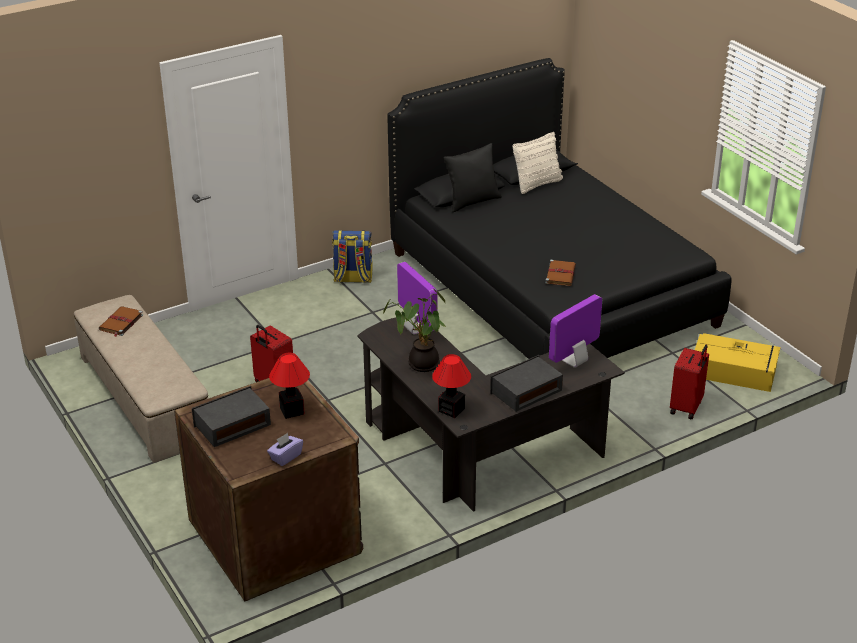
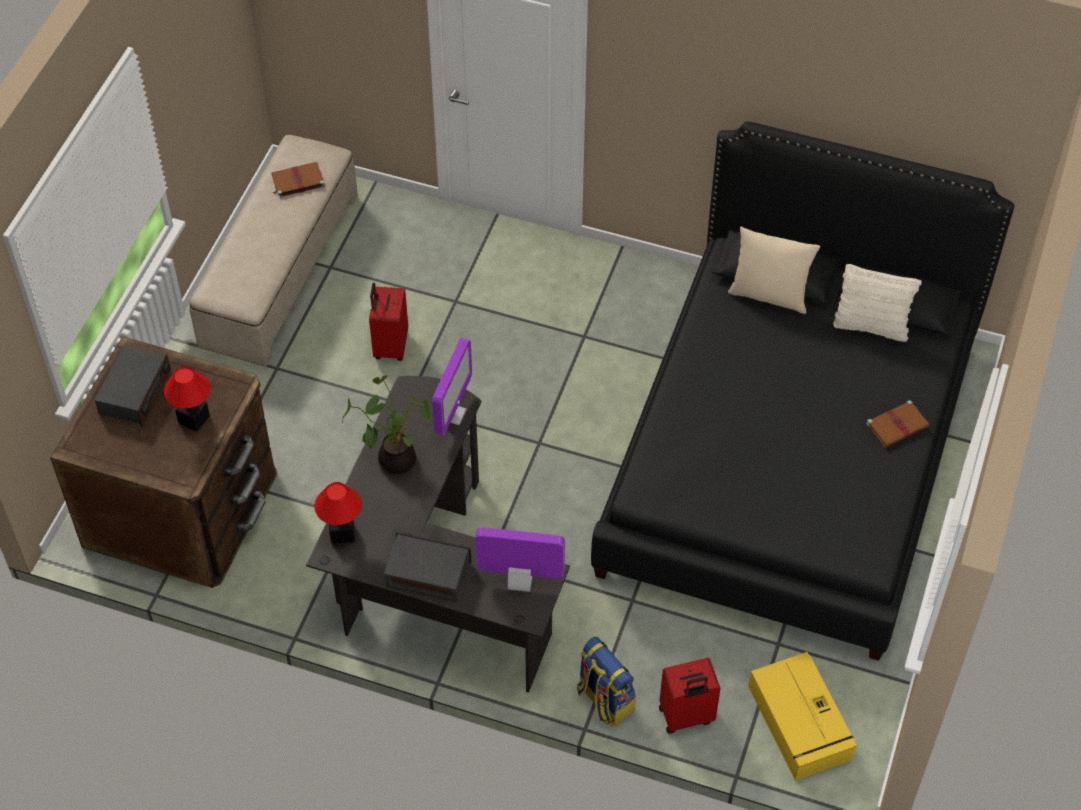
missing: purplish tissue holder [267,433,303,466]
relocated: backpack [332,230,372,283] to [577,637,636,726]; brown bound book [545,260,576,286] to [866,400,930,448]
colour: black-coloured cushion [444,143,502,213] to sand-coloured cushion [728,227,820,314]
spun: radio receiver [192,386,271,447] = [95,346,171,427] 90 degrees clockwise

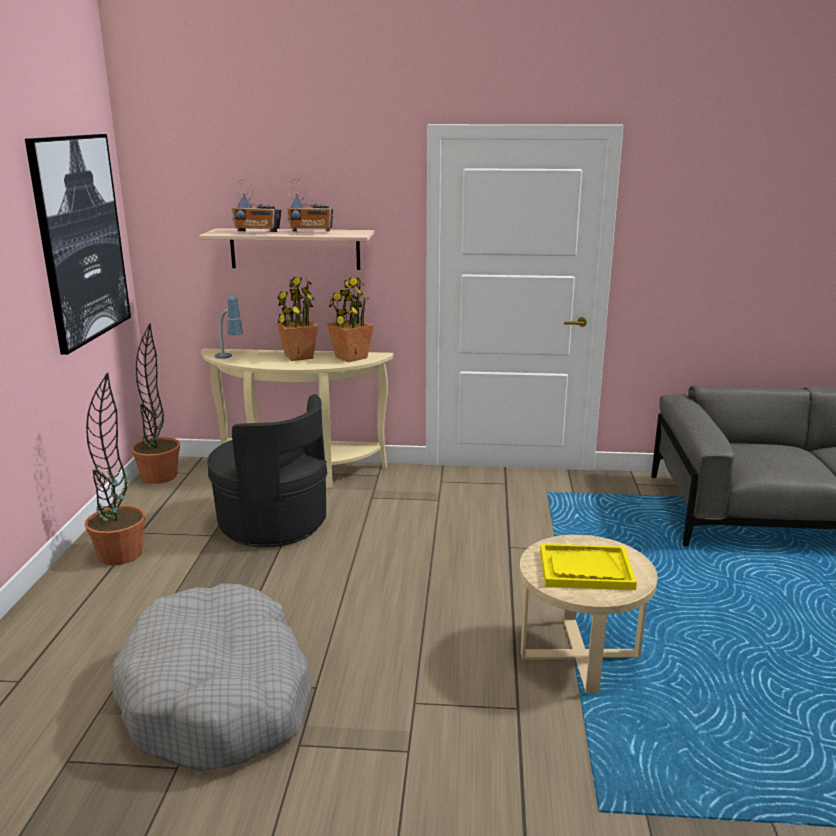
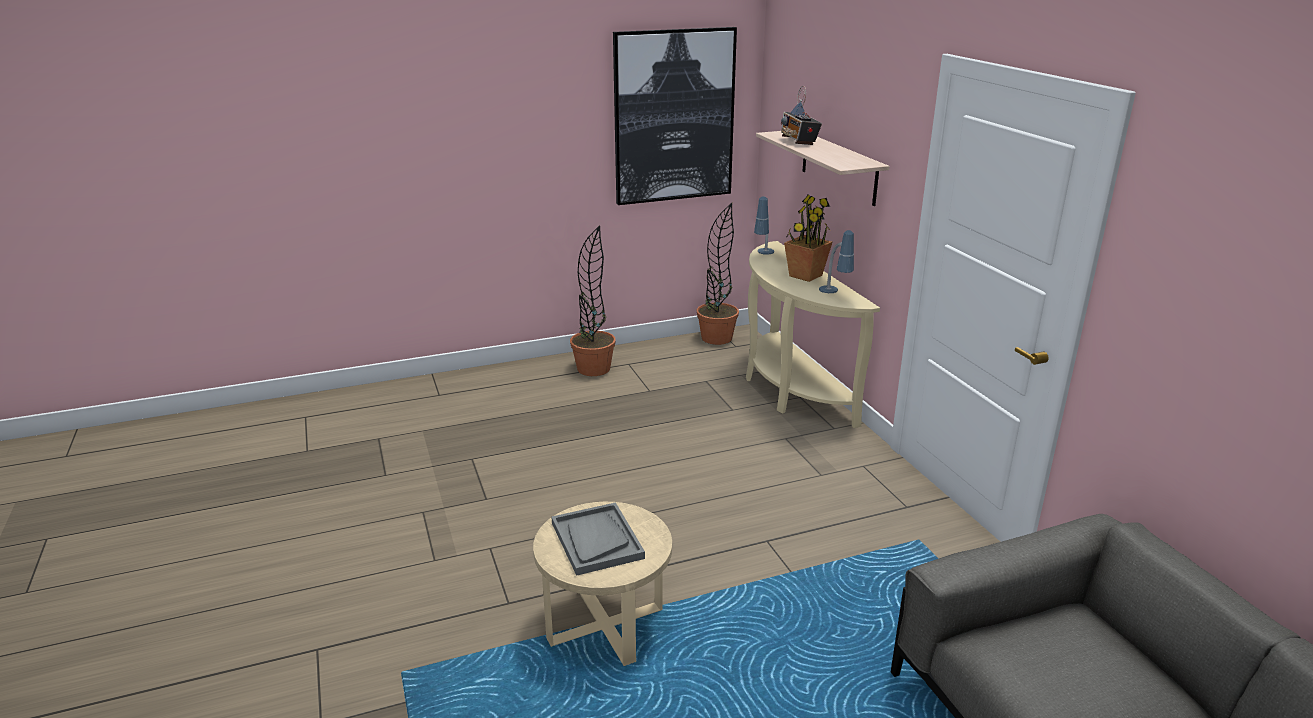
missing: gray pet bed [113,583,312,771]; black-coloured easy chair [207,394,327,547]; radio receiver [286,179,334,232]
exchanged: plant in a pot [327,277,374,362] to table lamp [819,230,854,293]
colour: yellowish serving tray [540,544,637,590] to gray serving tray [552,502,645,576]

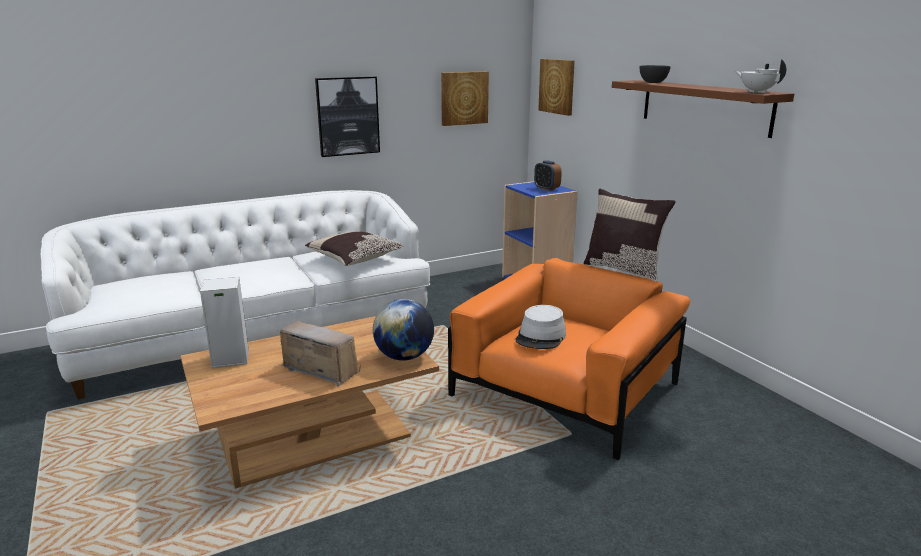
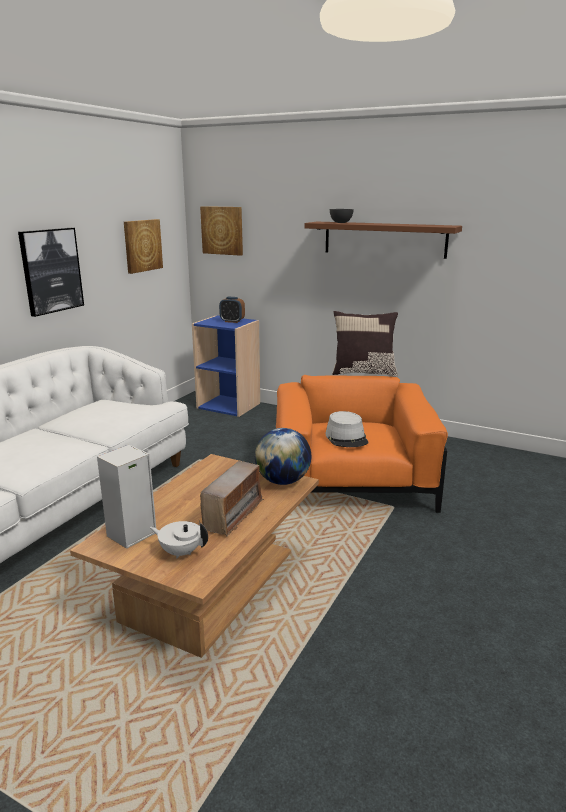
missing: cushion [305,231,404,266]
relocated: white pot for tea [735,59,786,93] to [150,521,208,558]
spun: radio receiver [277,320,361,387] = [198,461,264,537] 120 degrees clockwise

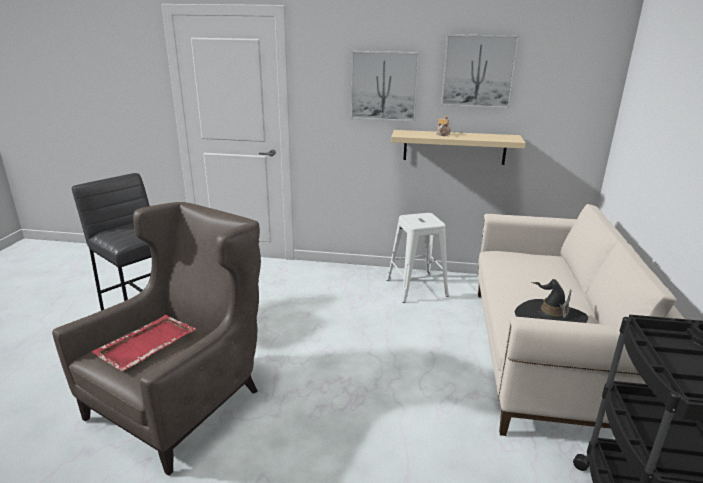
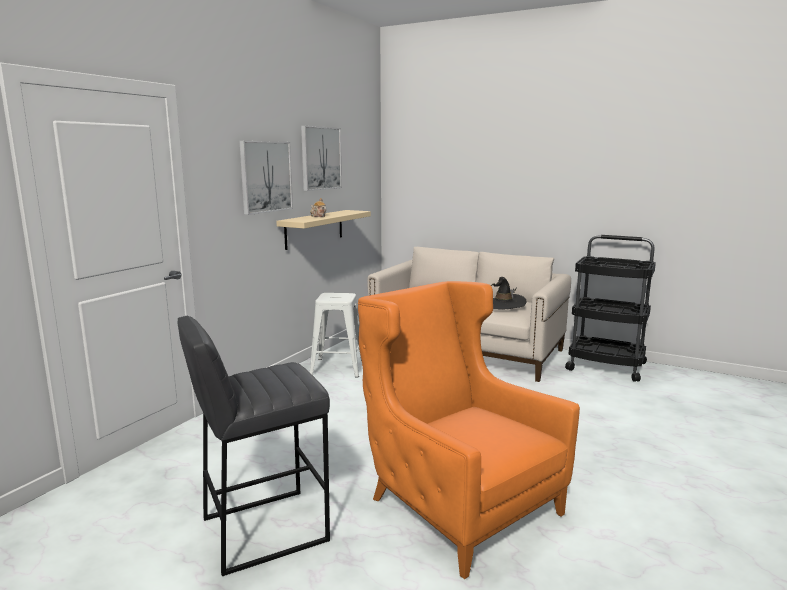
missing: red serving tray [92,315,196,371]
colour: gray easy chair [52,202,261,476] to orange-coloured easy chair [358,281,580,579]

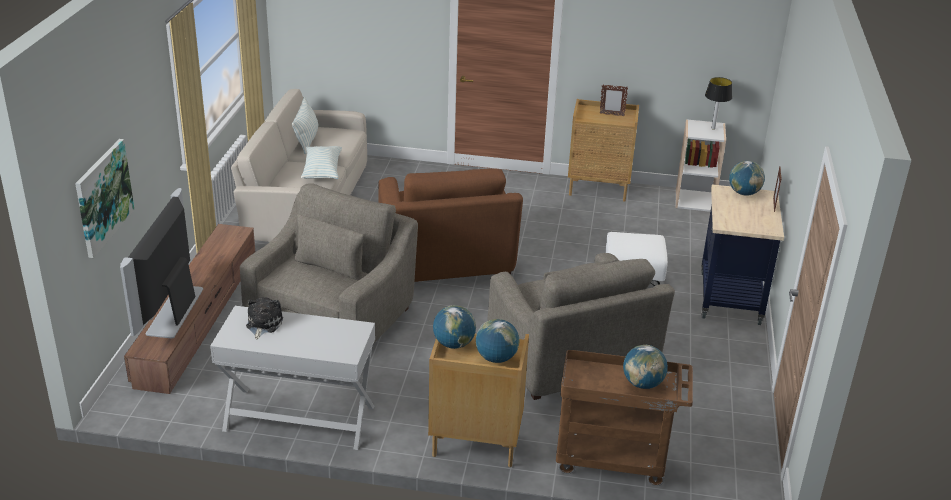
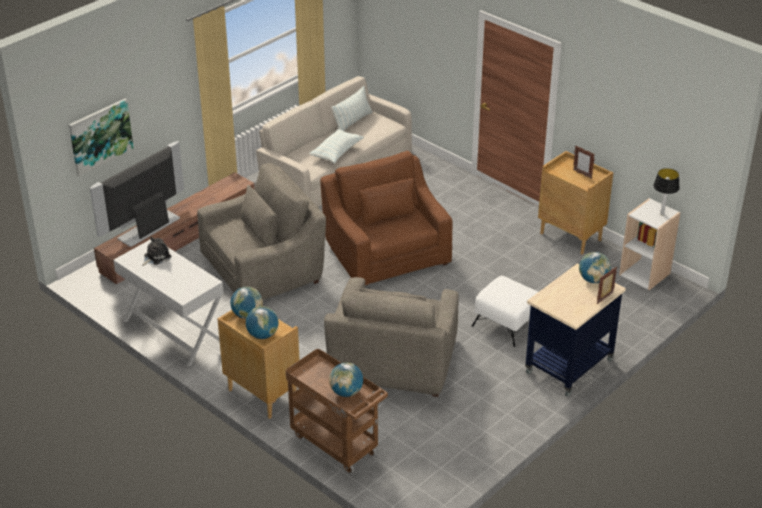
spun: brown easy chair [379,169,523,282] = [320,151,453,285] 135 degrees clockwise

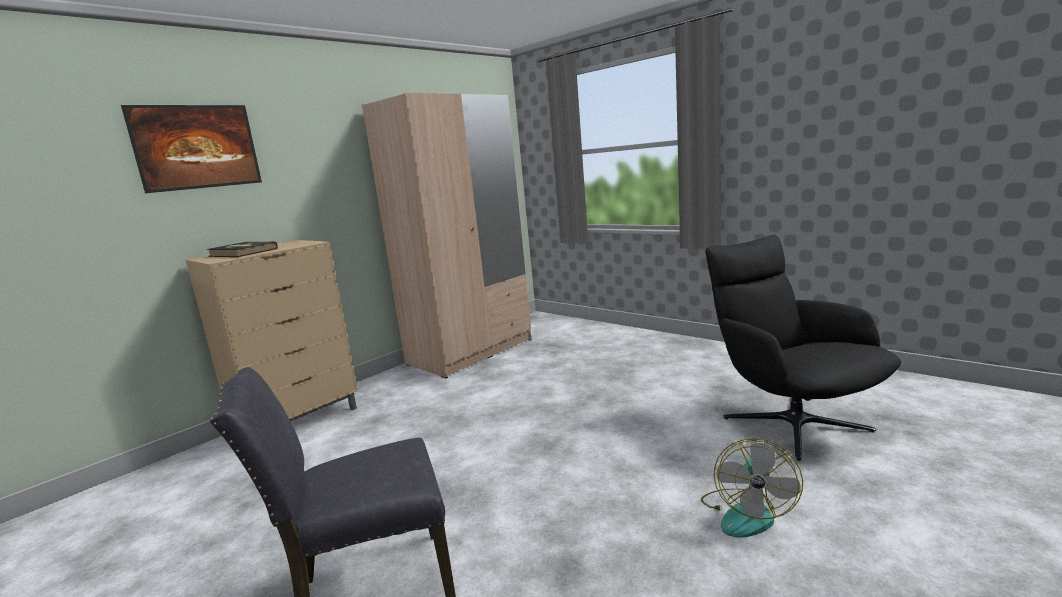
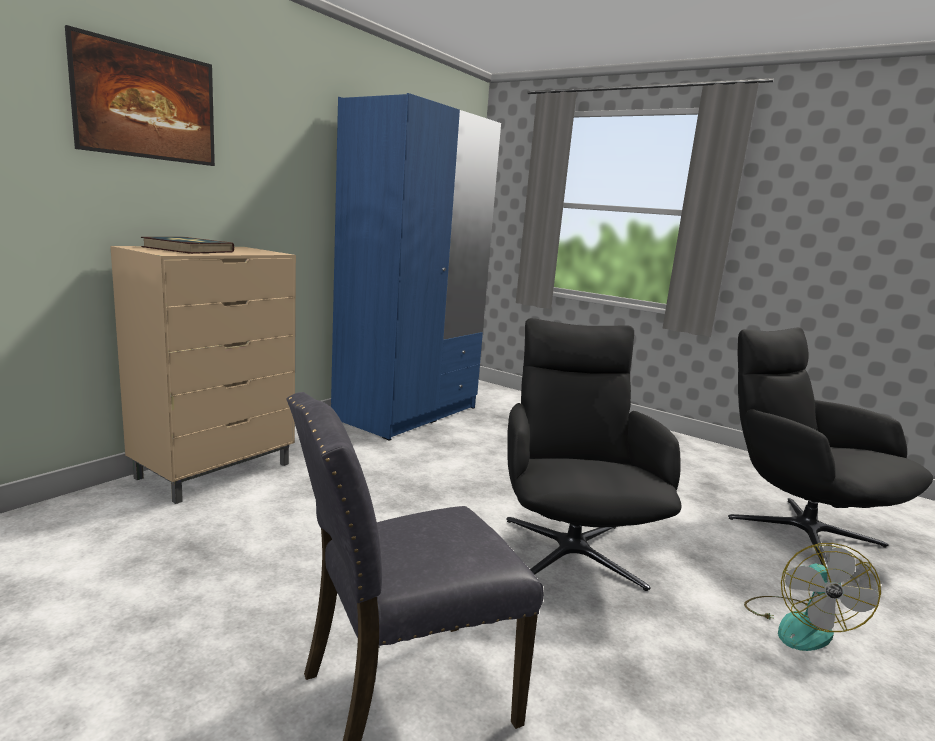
appeared: black-coloured easy chair [506,318,681,591]
colour: sand-coloured armoire [362,92,532,378] to bluish armoire [331,93,501,441]

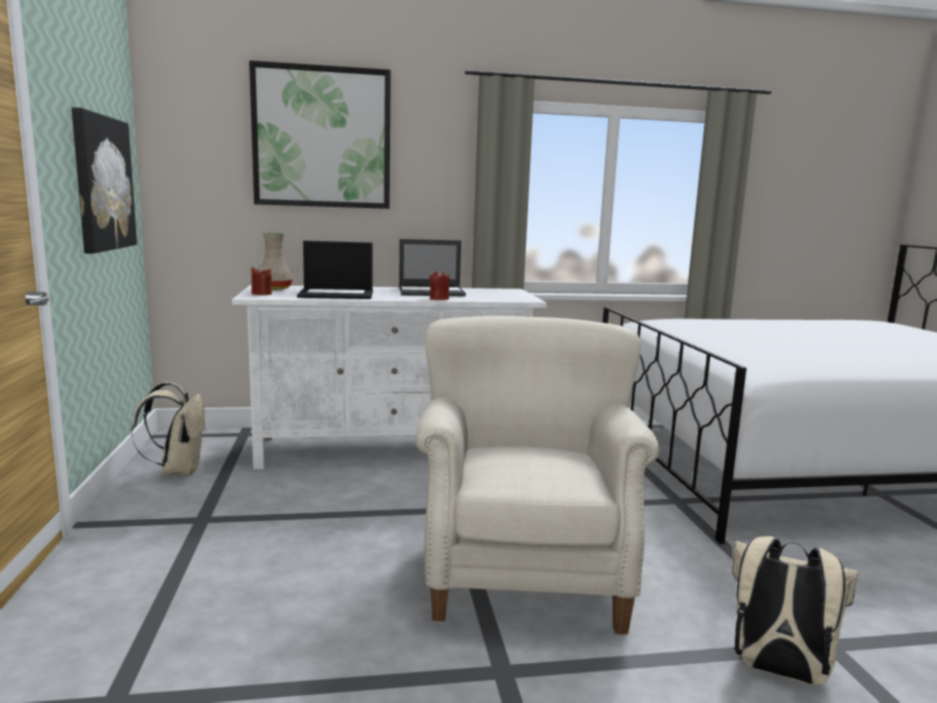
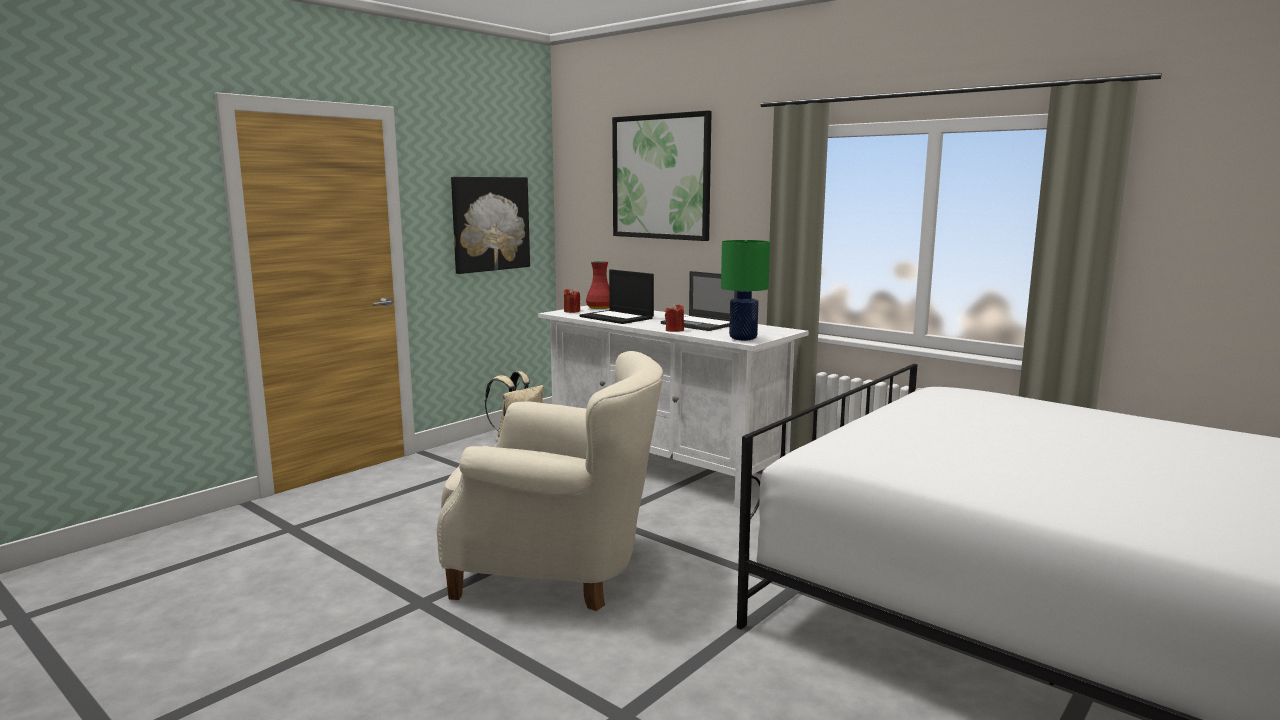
missing: sand-coloured backpack [732,536,858,685]
appeared: green table lamp [721,240,770,341]
colour: sand-coloured flower vase [262,233,293,290] to red flower vase [586,261,610,309]
spun: sand-coloured easy chair [416,316,660,634] = [437,351,663,611] 45 degrees clockwise

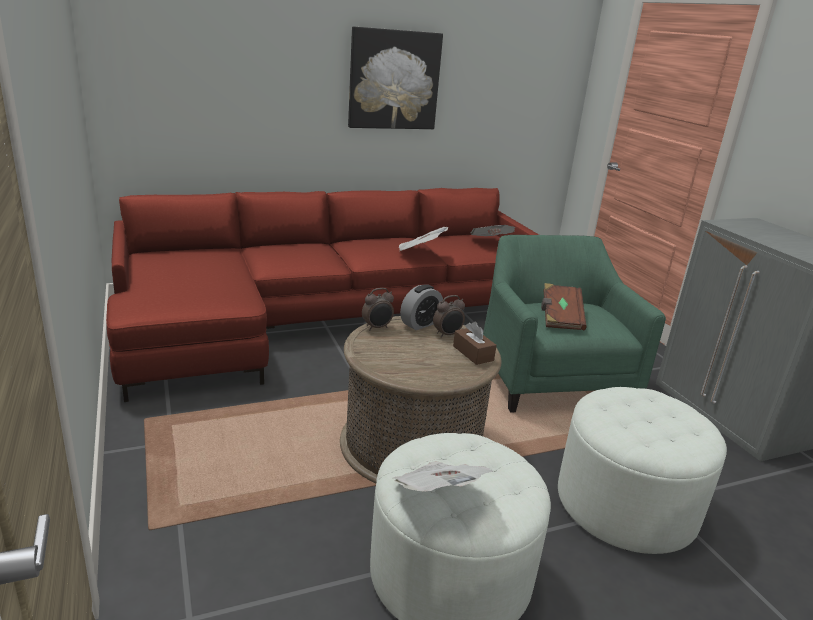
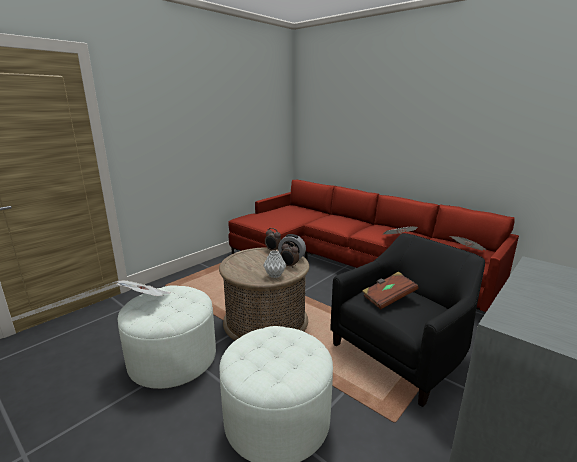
missing: picture [348,26,443,129]
exchanged: brown tissue holder [453,322,497,365] to gray flower vase [263,250,286,278]
colour: green easy chair [483,235,666,412] to black-coloured easy chair [330,233,485,407]

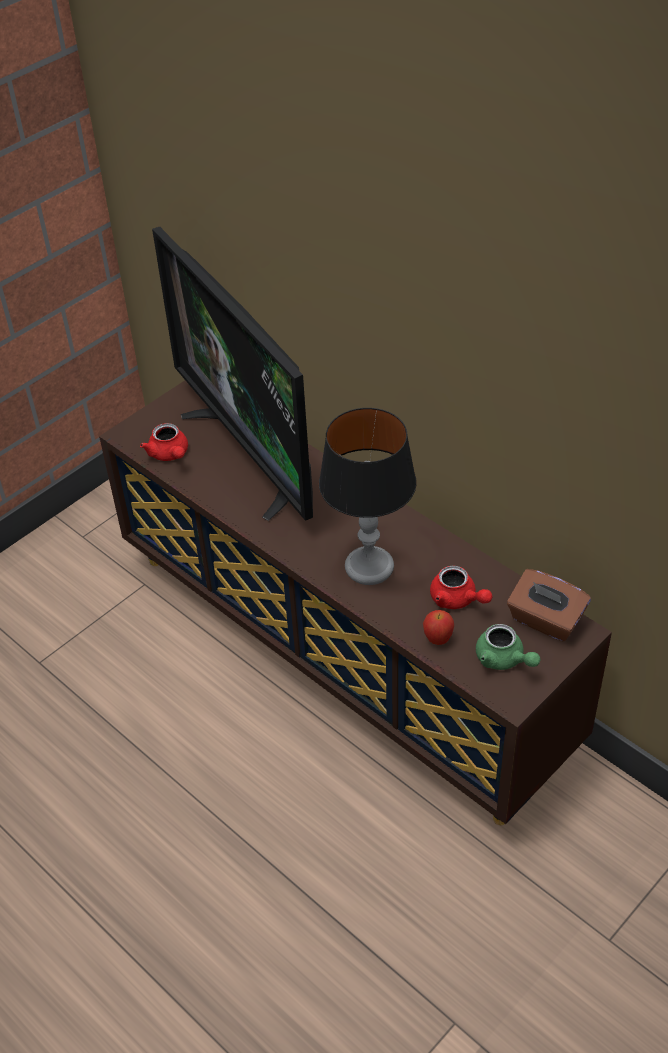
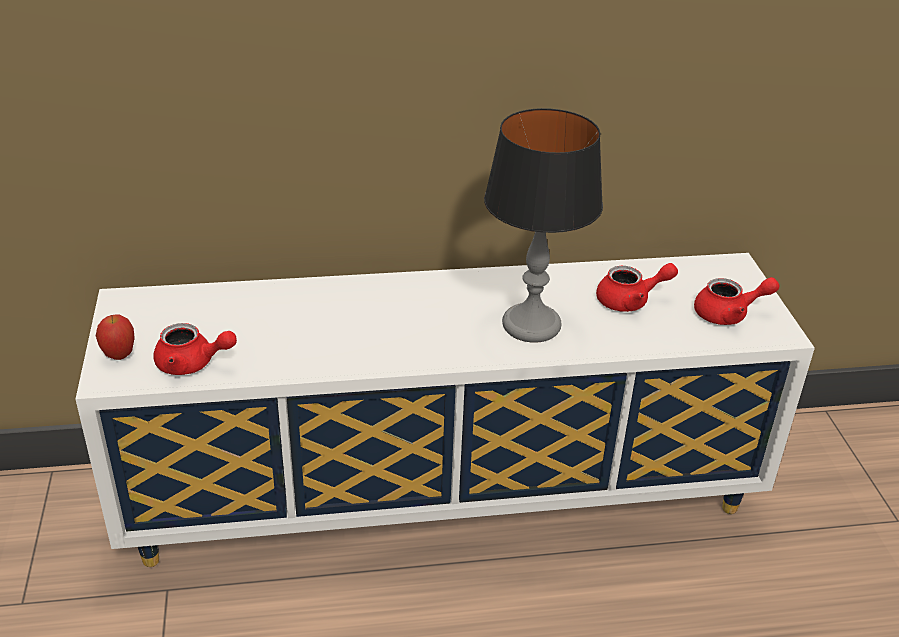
missing: television [152,227,313,521]; brown tissue holder [507,569,591,641]
relocated: apple fruit [423,610,454,645] to [96,314,135,360]
colour: brown tv unit [99,380,612,825] to white tv unit [75,253,815,567]; green pot for tea [476,624,541,670] to red pot for tea [694,277,779,325]

